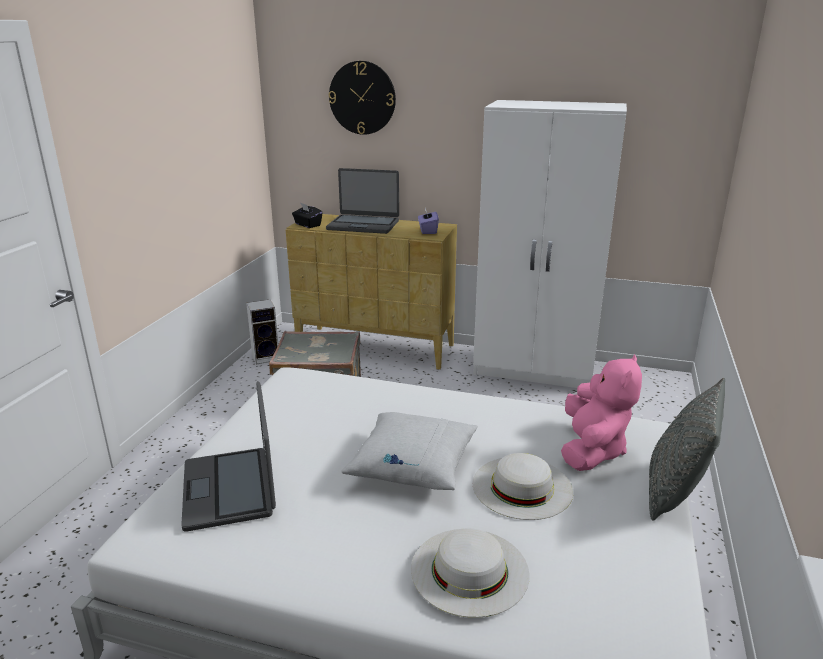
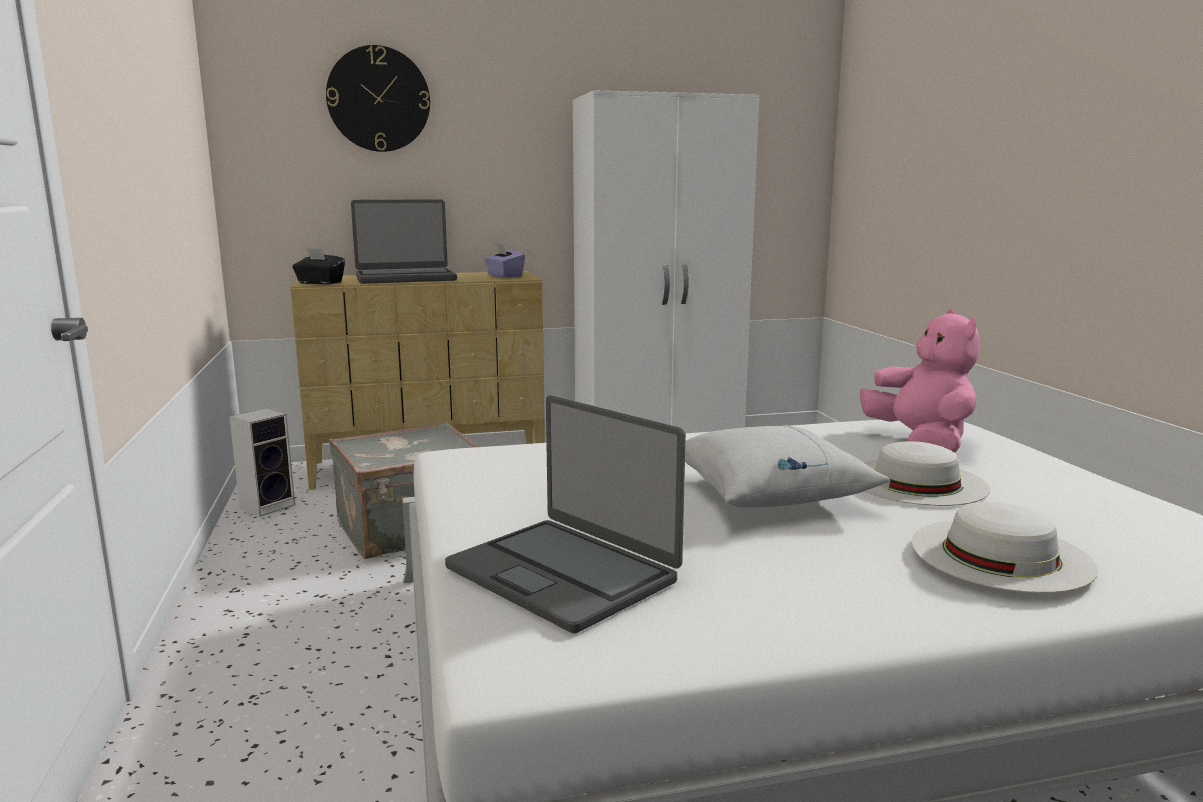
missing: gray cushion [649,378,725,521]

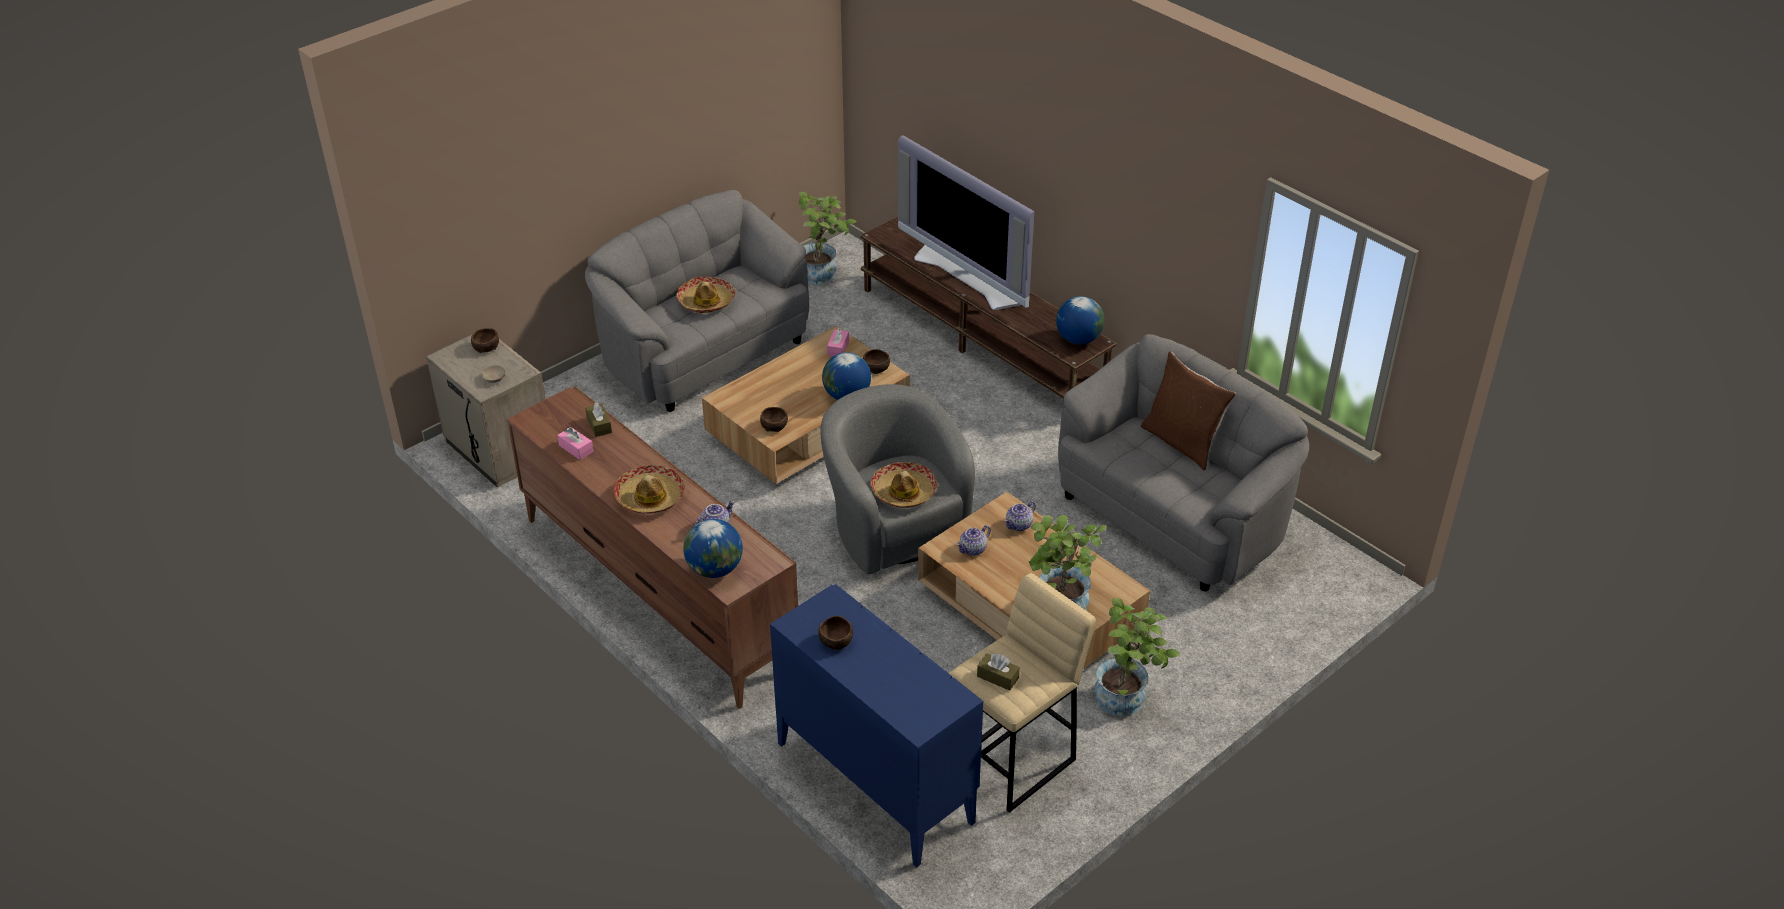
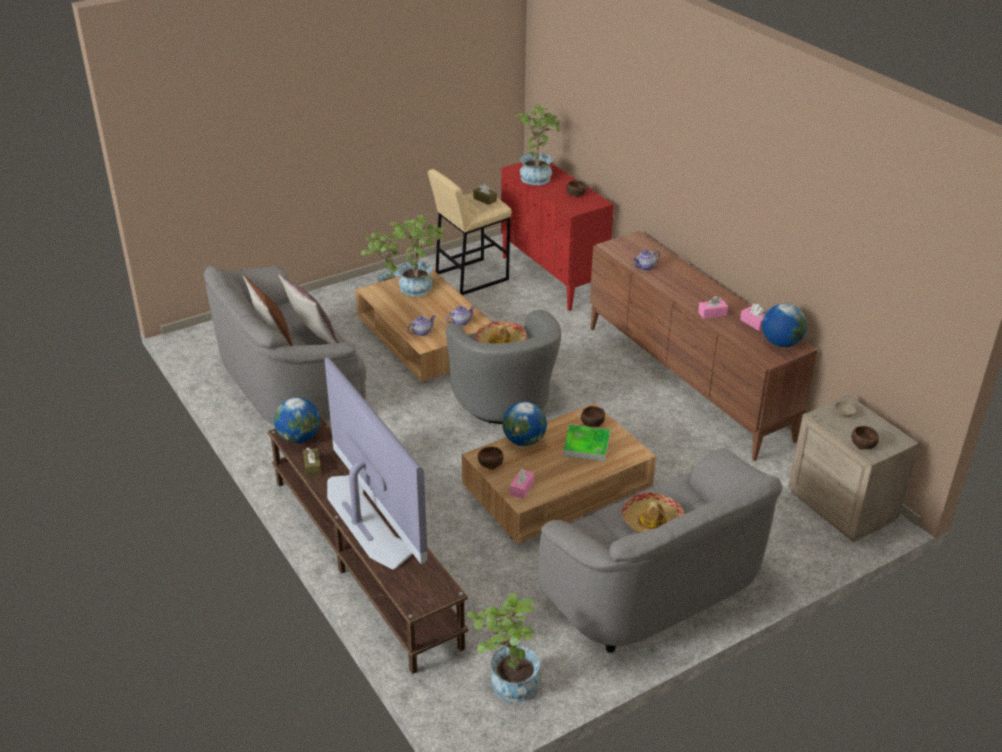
missing: hat [613,465,685,514]
appeared: gray cushion [278,274,339,344]; plant in a pot [514,104,562,185]; serving tray [563,425,610,462]; pink tissue holder [698,296,728,319]
relocated: brown tissue holder [585,402,612,437] to [303,448,321,477]; world globe [683,519,743,578] to [762,303,807,347]
colour: bluish dresser [770,584,983,868] to red dresser [501,162,614,311]

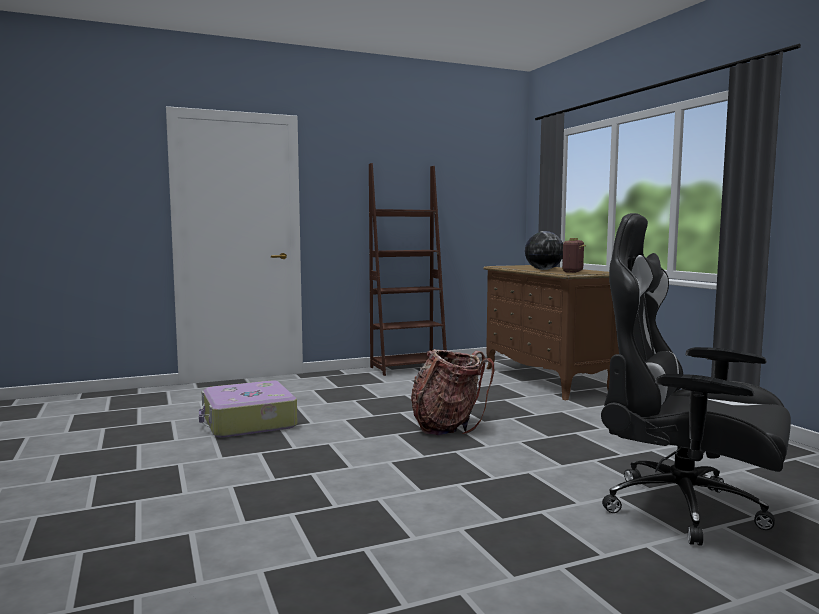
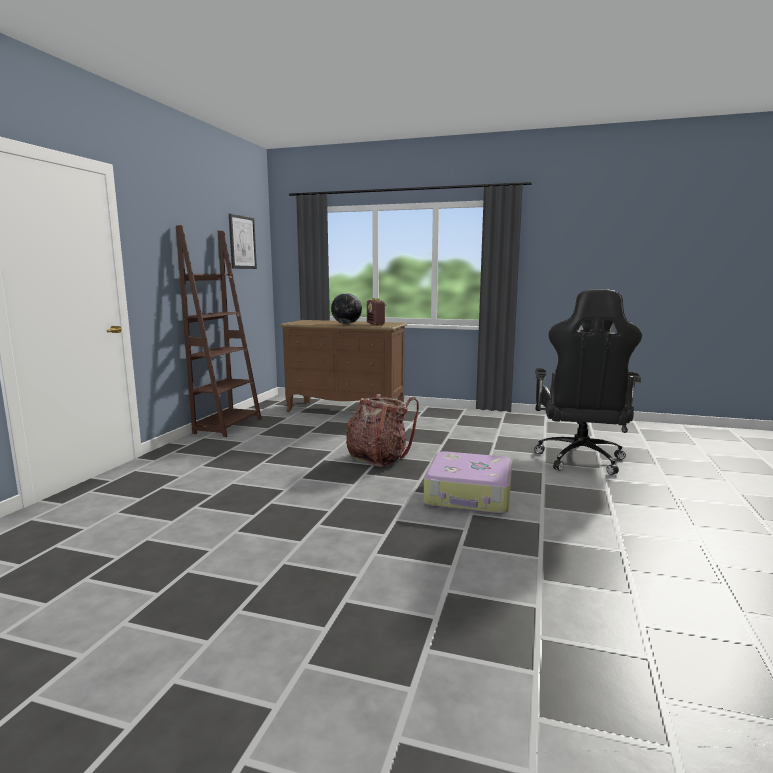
appeared: picture [229,214,257,269]
relocated: piece of luggage [199,380,298,438] to [424,451,512,514]
spun: black-coloured desk chair [601,213,791,546] = [534,289,642,475] 60 degrees counterclockwise

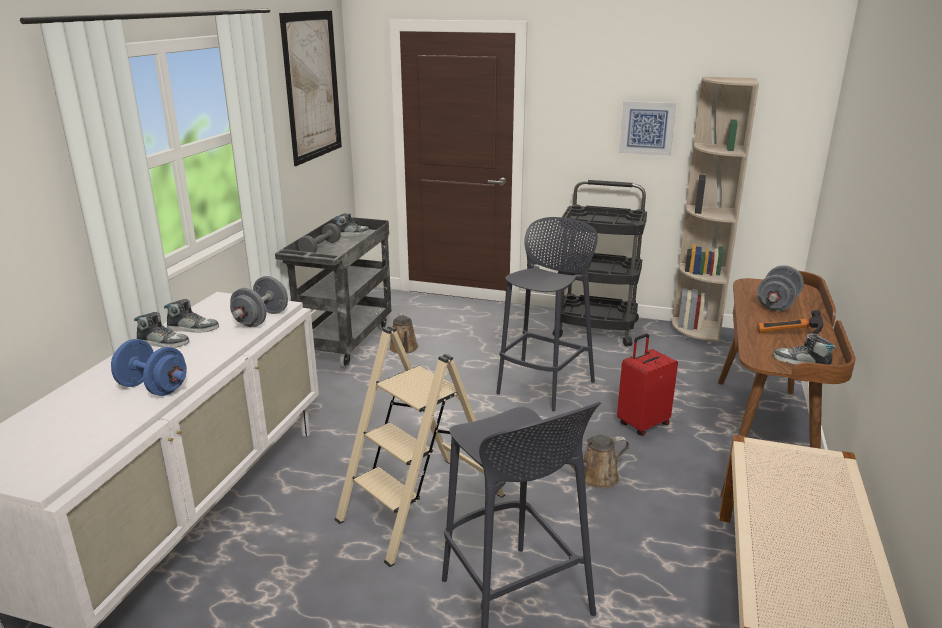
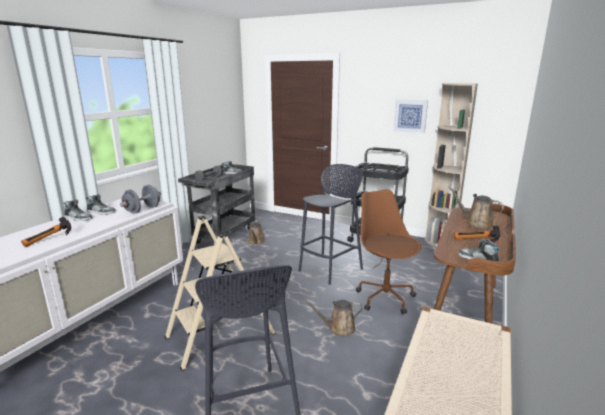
missing: picture [279,10,342,166]
exchanged: bluish hand weight [111,339,187,396] to hammer [21,217,71,247]; red piece of luggage [617,334,678,436] to brown desk chair [355,189,421,314]; gray hand weight [757,265,804,311] to brown watering pot [448,186,504,229]

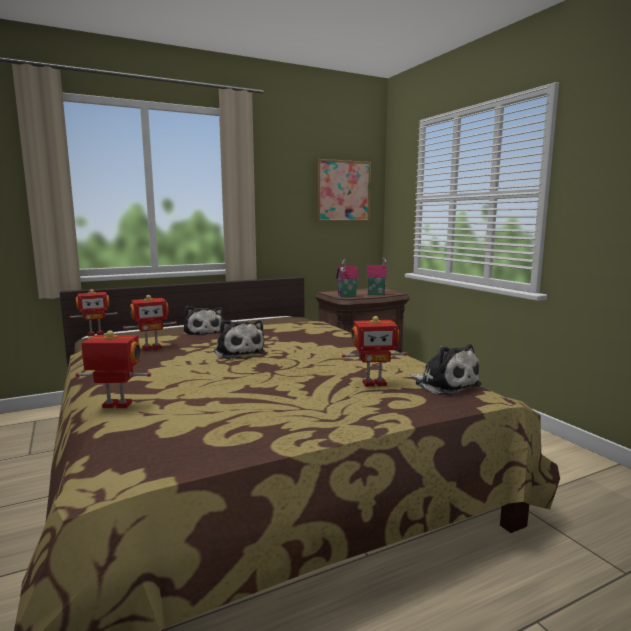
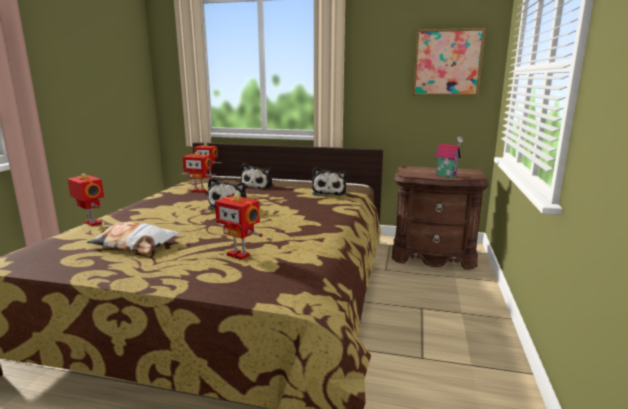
missing: model house [336,259,359,297]
appeared: cushion [87,222,179,253]
relocated: soft toy [409,344,482,396] to [312,167,346,196]

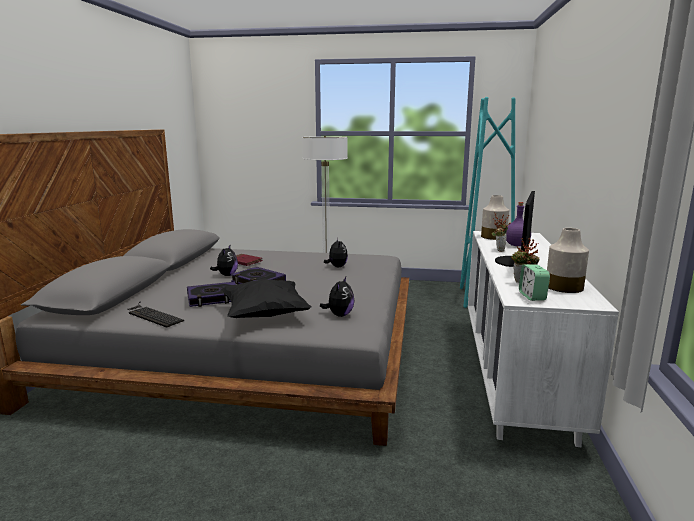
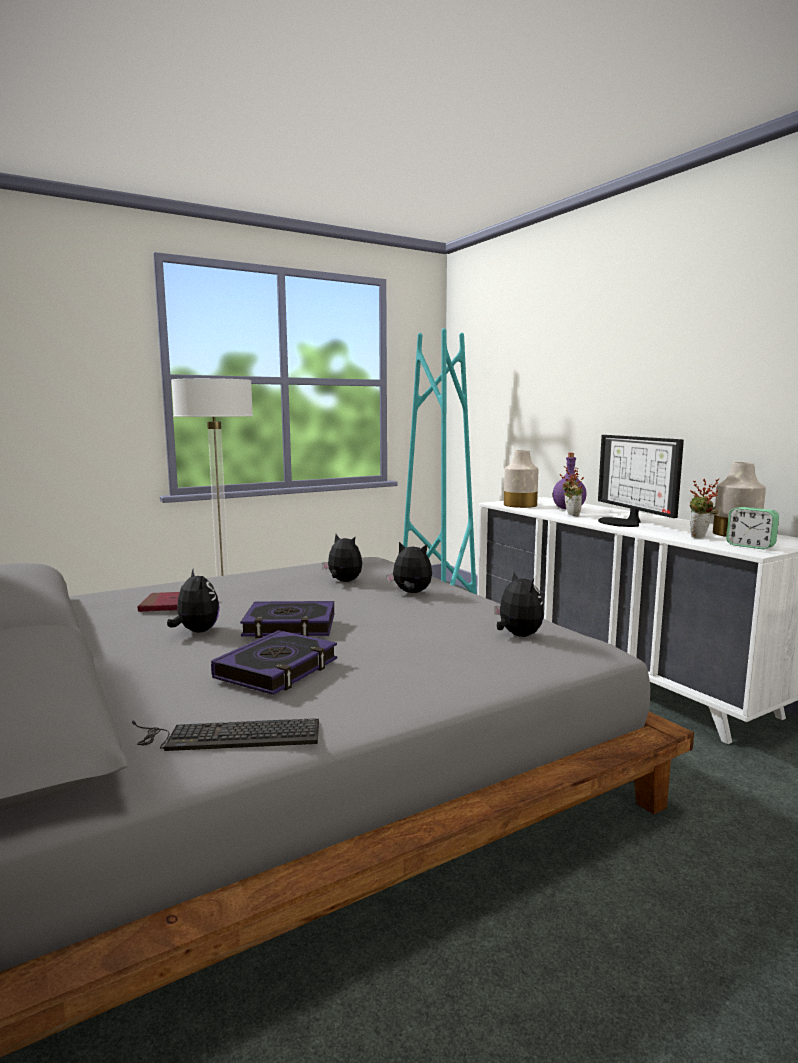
missing: black-coloured cushion [221,278,311,318]
appeared: soft toy [386,542,432,593]

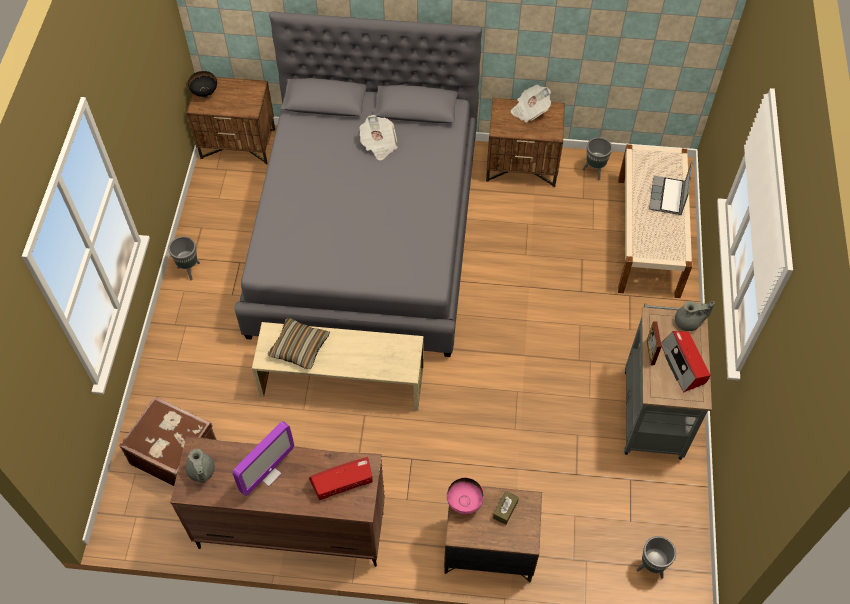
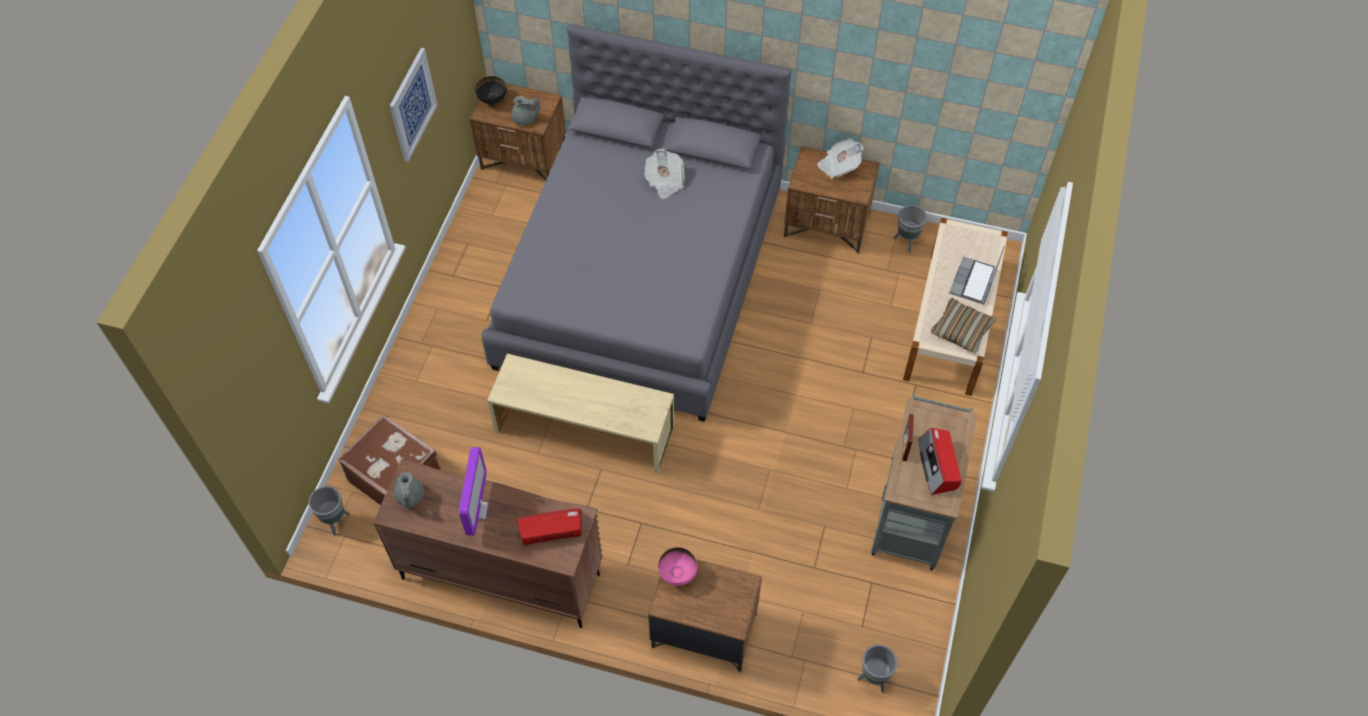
missing: brown tissue holder [493,491,519,525]
appeared: picture [390,48,437,162]
relocated: gray flower pot [168,236,200,280] to [308,486,350,536]; cushion [268,318,330,369] to [931,298,996,353]; gray pot for tea [675,301,715,331] to [511,96,540,125]
spun: computer screen [232,421,294,496] = [459,447,489,536] 45 degrees counterclockwise

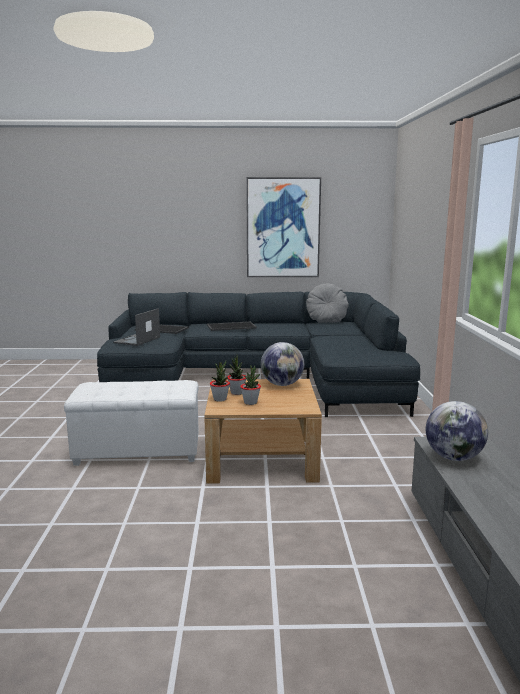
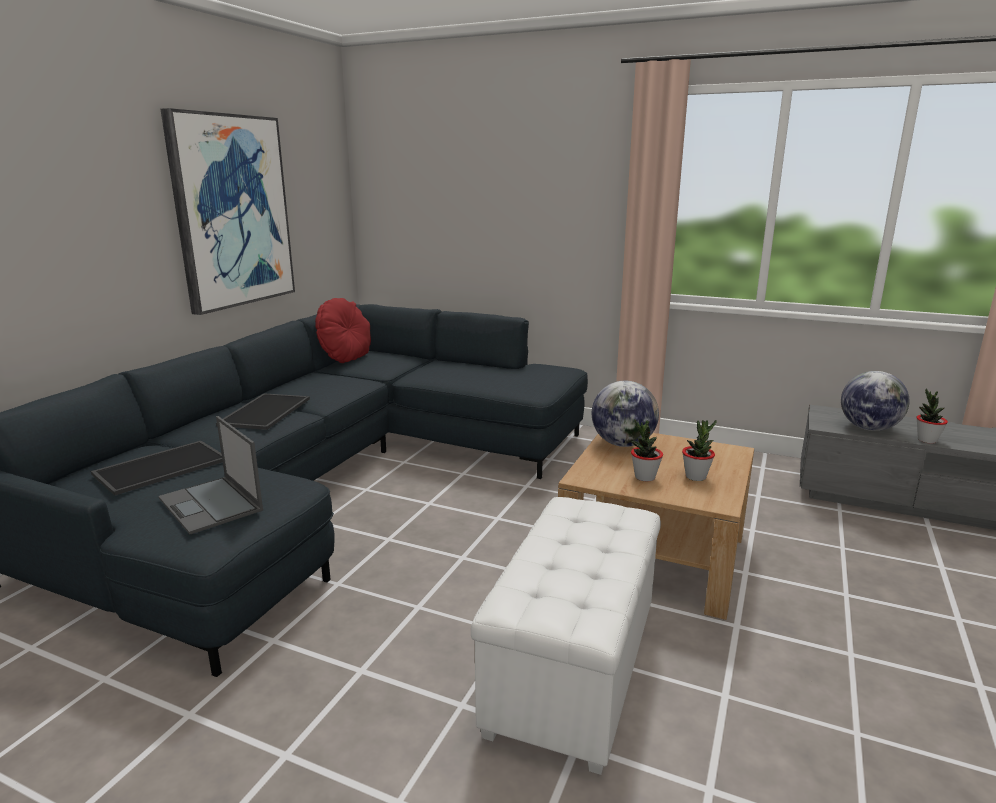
relocated: plant in a pot [210,361,230,402] to [917,388,948,444]
colour: gray cushion [306,283,349,323] to red cushion [315,298,371,363]

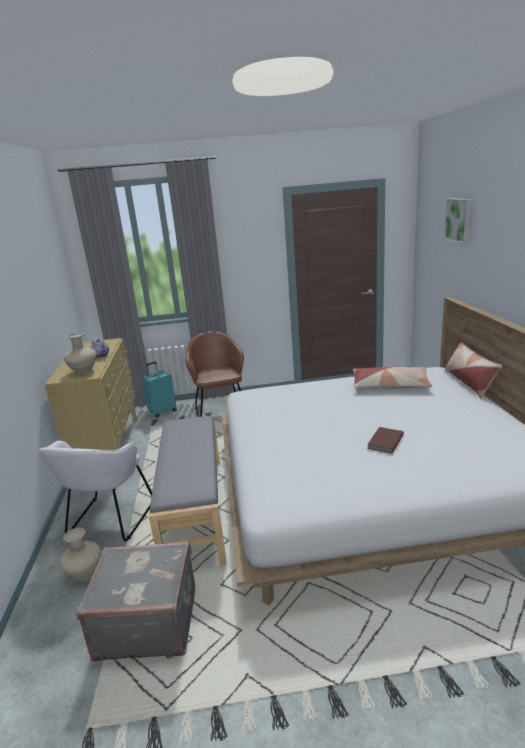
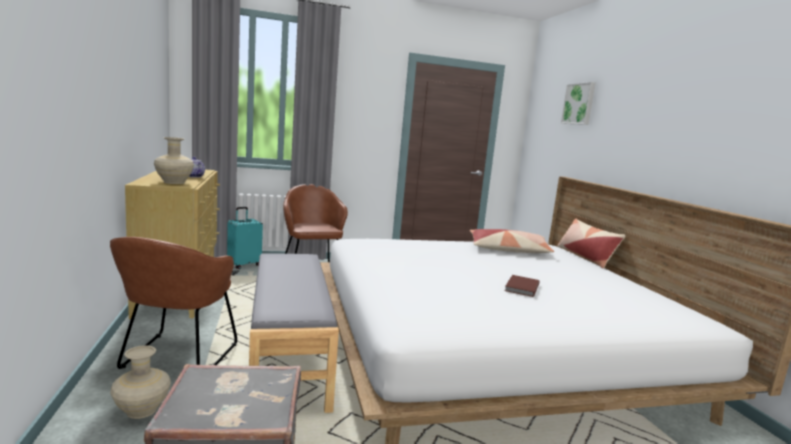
colour: white easy chair [38,441,152,541] to brown easy chair [110,237,237,369]

